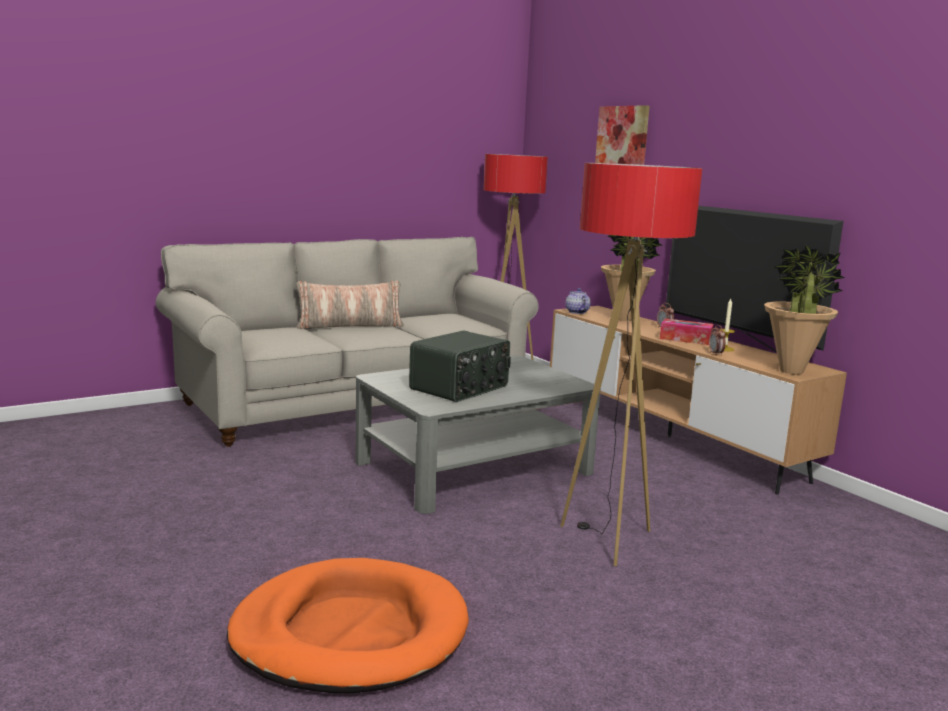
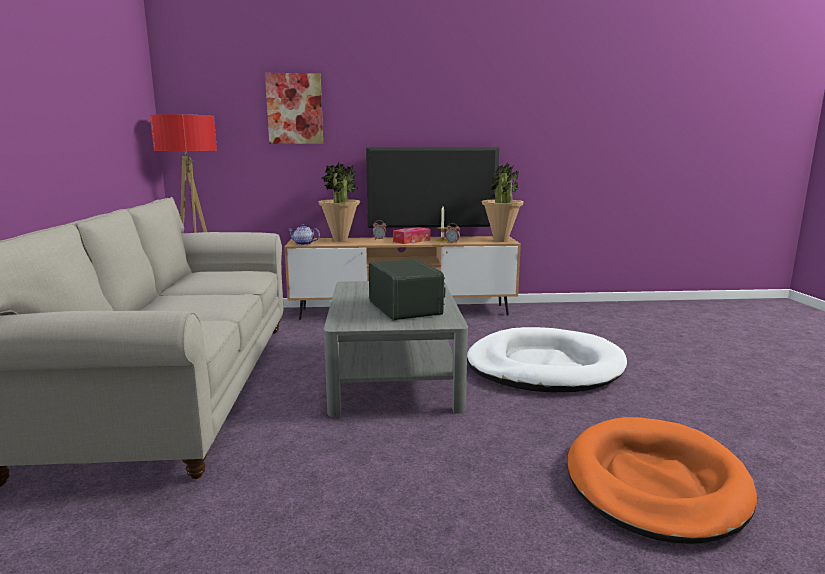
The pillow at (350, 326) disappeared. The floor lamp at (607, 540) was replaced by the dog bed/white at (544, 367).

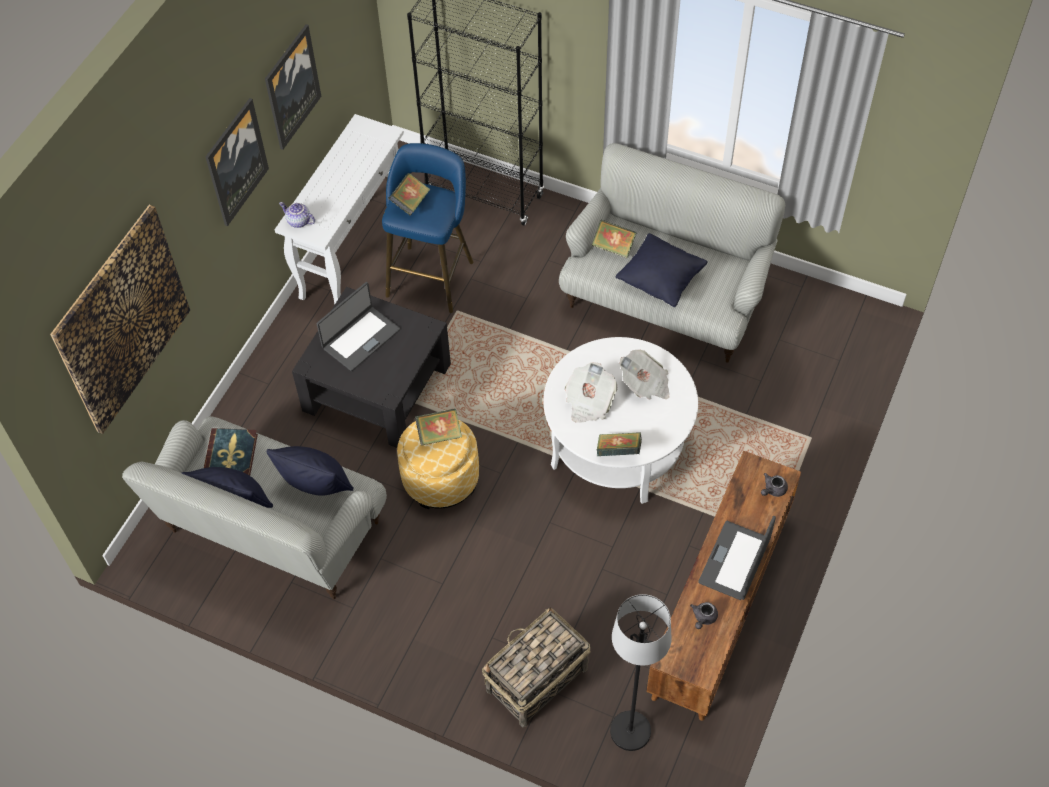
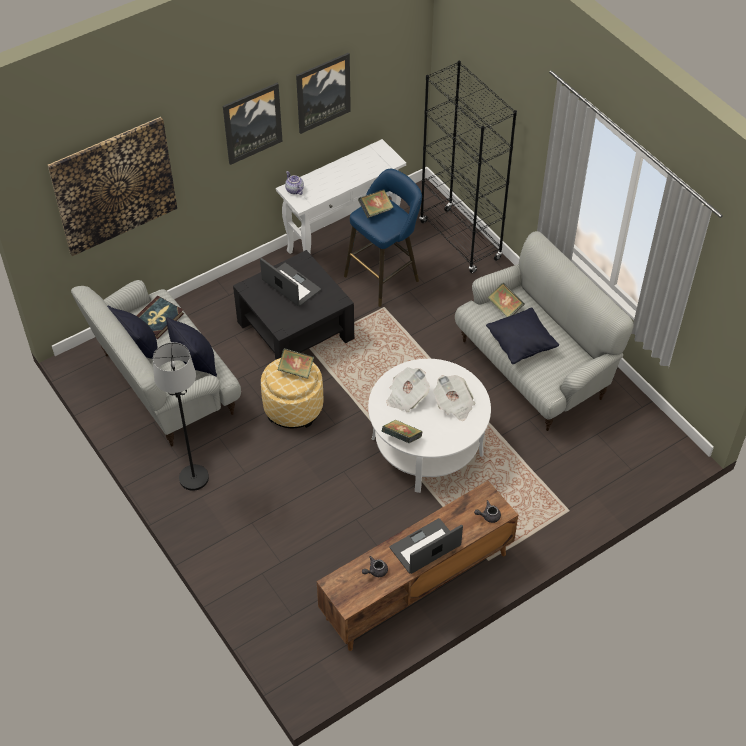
The basket at (536, 680) disappeared. The floor lamp/black moved from (630, 731) to (193, 478). The laptop at (360, 338) turned 120 degrees counterclockwise.

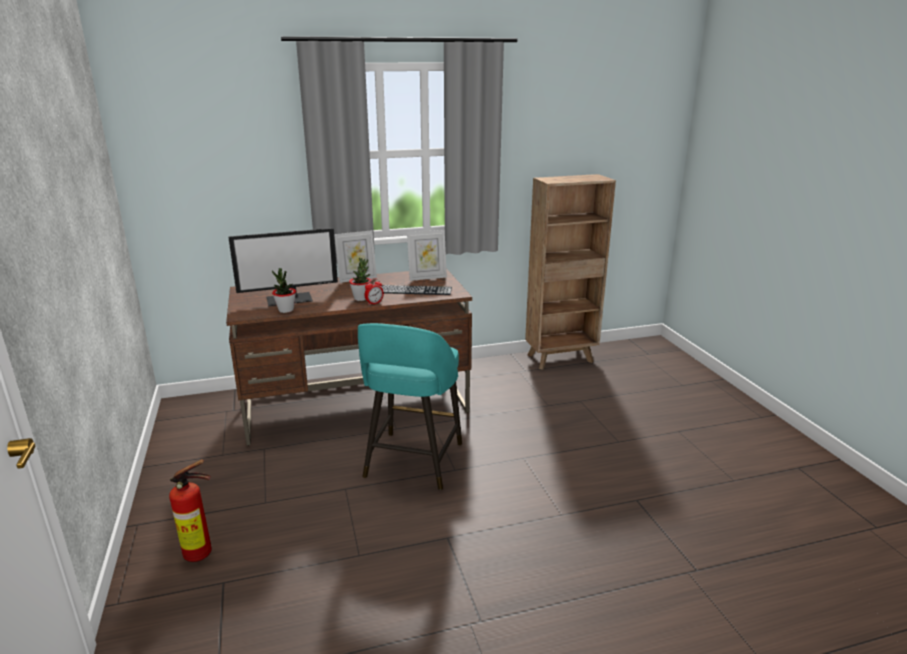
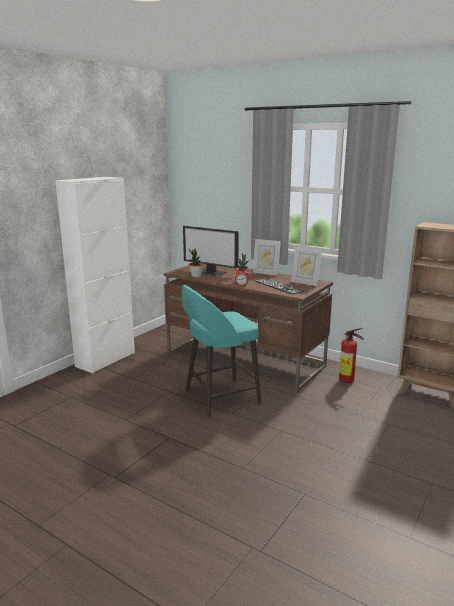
The cabinet/white at (105, 360) appeared. The fire extinguisher moved from (202, 554) to (348, 381).

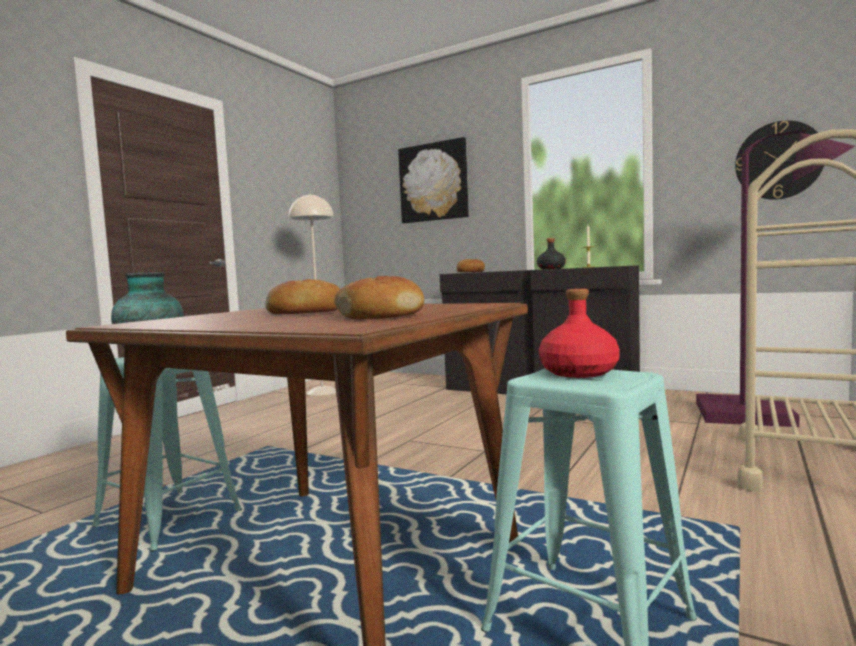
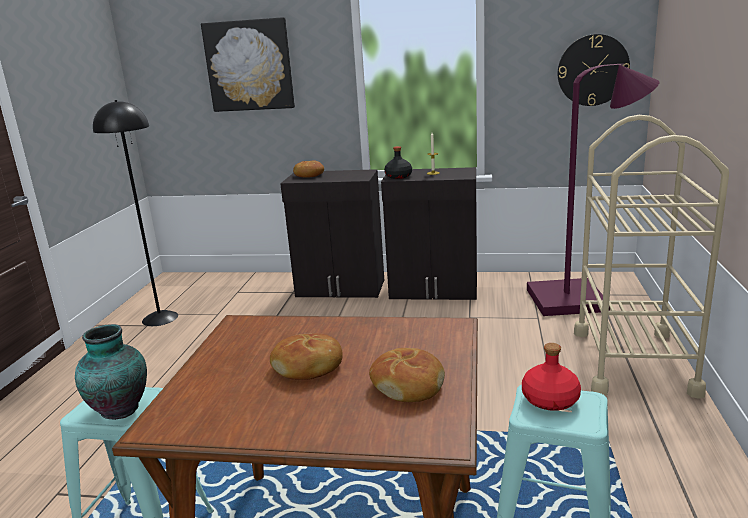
The floor lamp/beige at (322, 392) became the floor lamp/black at (160, 318).

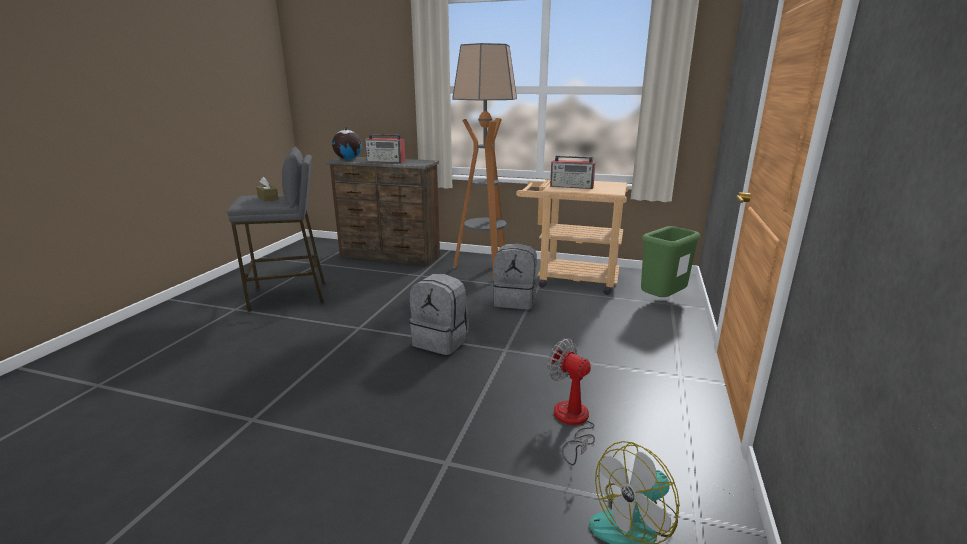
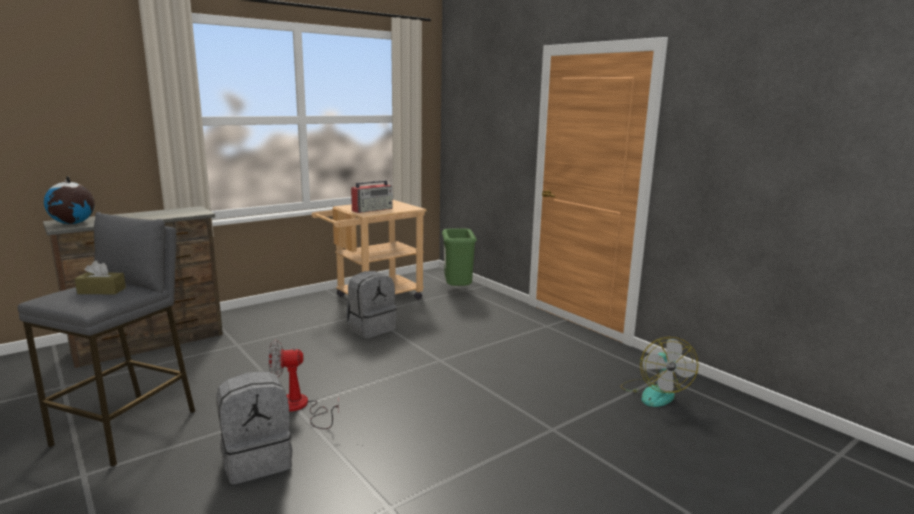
The radio at (386, 161) disappeared. The floor lamp at (485, 269) disappeared. The backpack/grey moved from (441, 341) to (257, 460). The fan moved from (572, 422) to (299, 407).

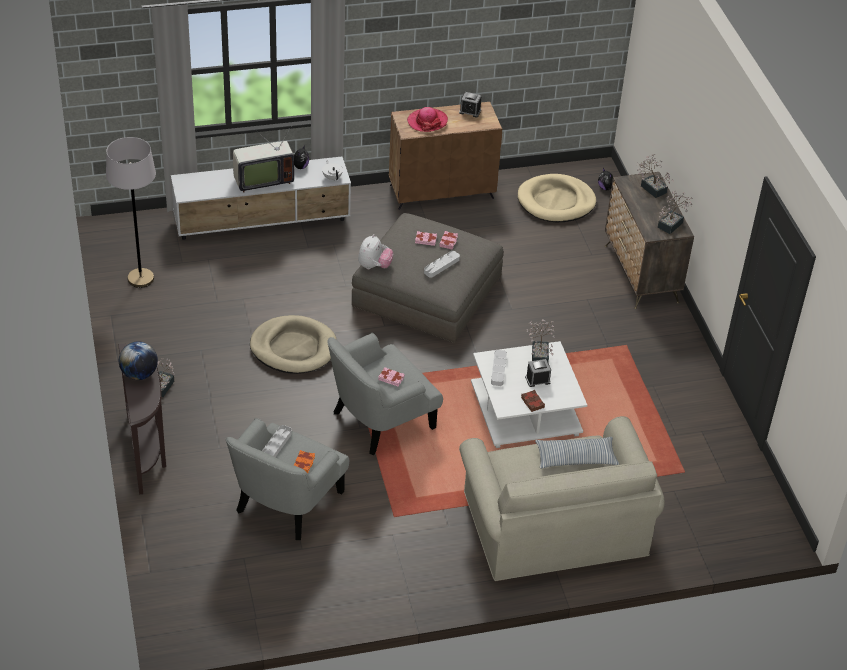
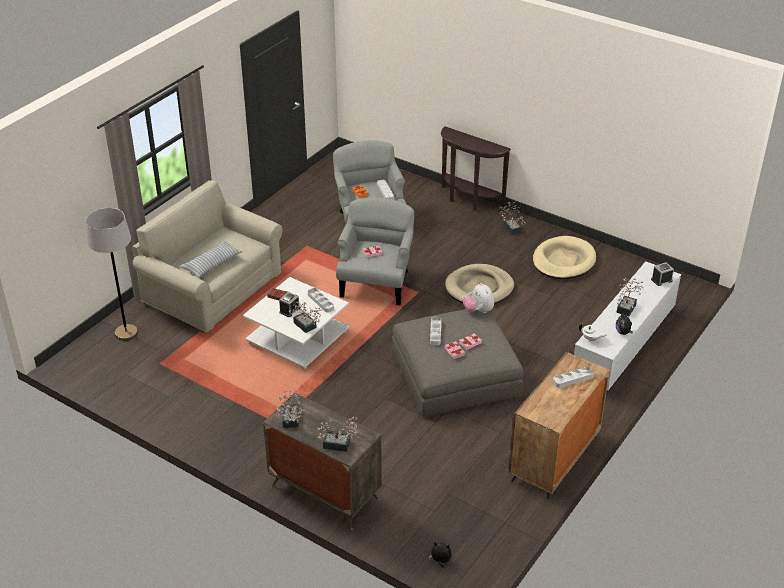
The globe at (139, 374) disappeared. The floor lamp/grey moved from (140, 279) to (126, 333). The alarm clock moved from (470, 111) to (661, 280). The dog bed/beige moved from (556, 202) to (563, 261). The television at (262, 180) was replaced by the potted plant at (627, 307). The hat at (427, 121) was replaced by the tray/grey at (573, 379).

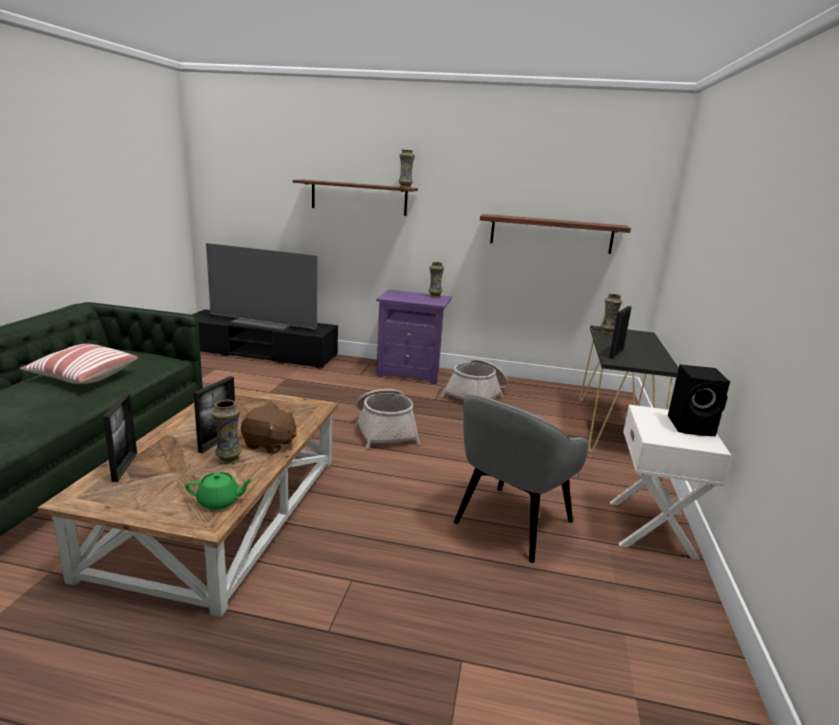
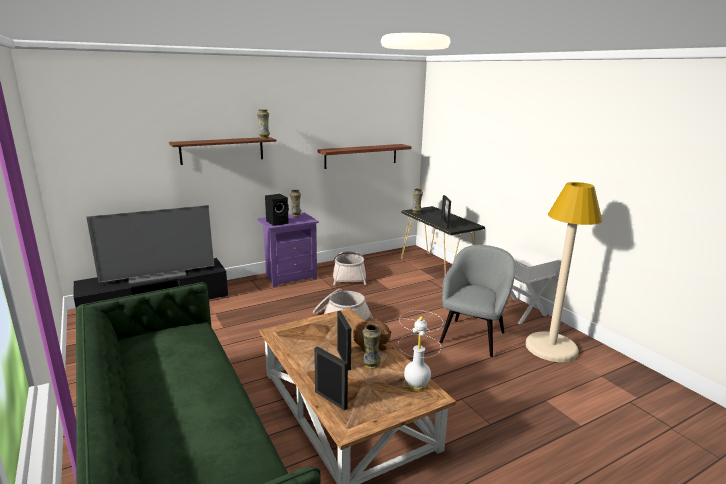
The pillow at (83, 376) disappeared. The floor lamp/beige at (551, 348) appeared. The speaker/black moved from (692, 426) to (278, 222). The teapot/green at (219, 502) was replaced by the table lamp/white at (416, 385). The armchair/grey at (511, 523) turned 150 degrees counterclockwise.

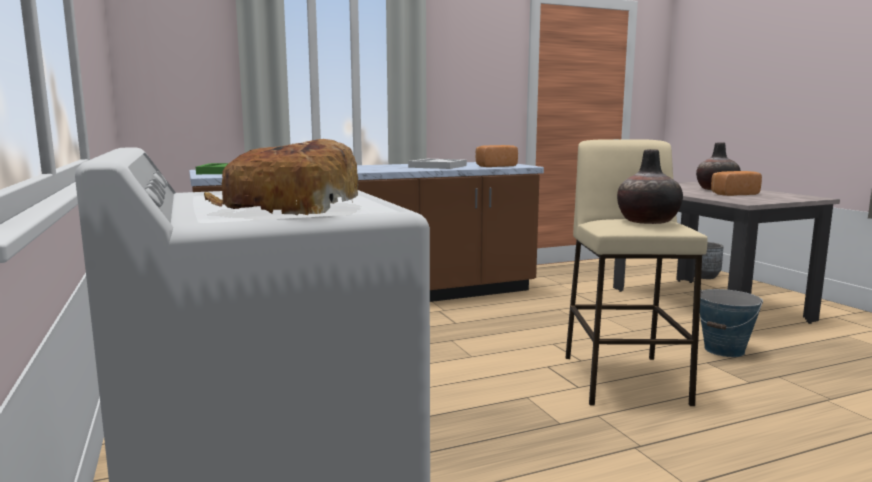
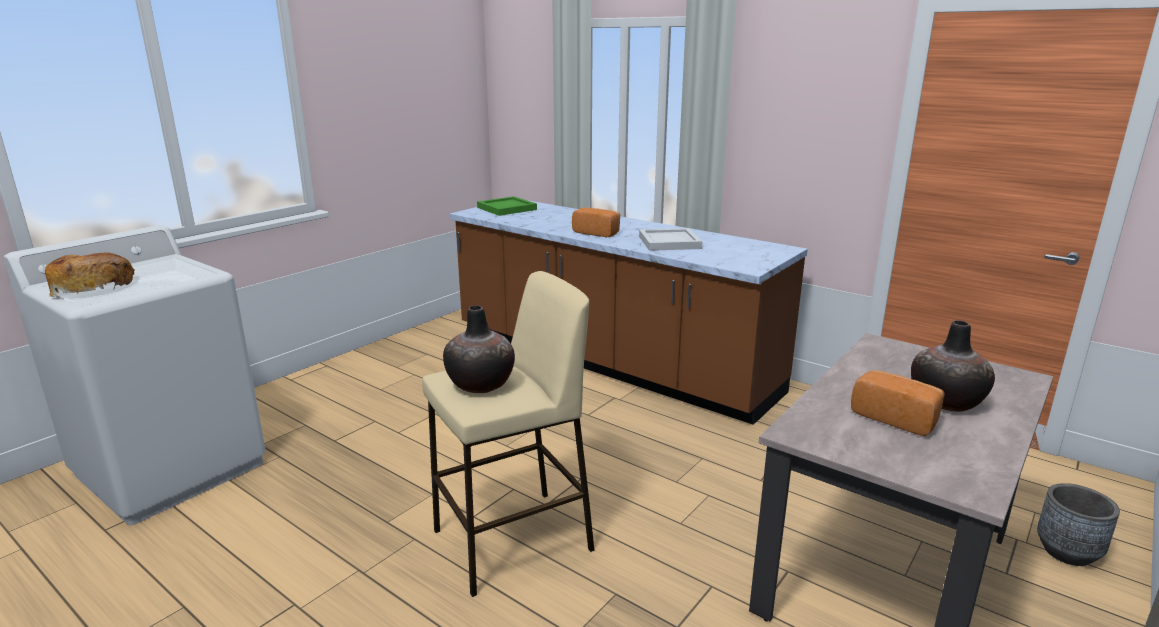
The bucket at (724, 350) disappeared. The bread moved from (494, 166) to (597, 232).

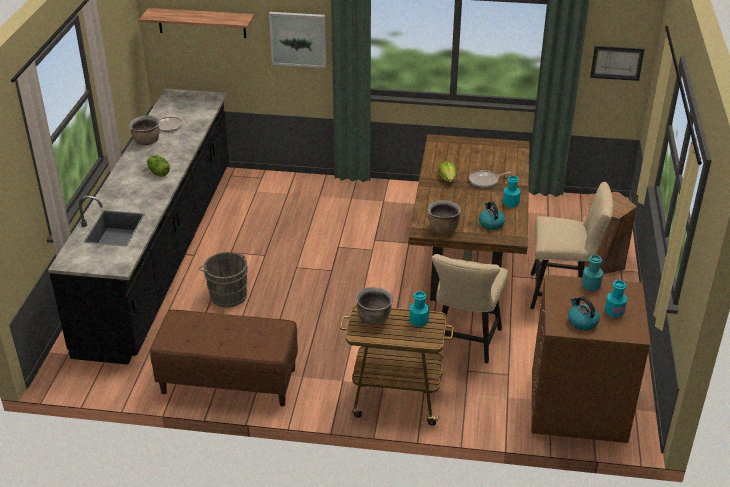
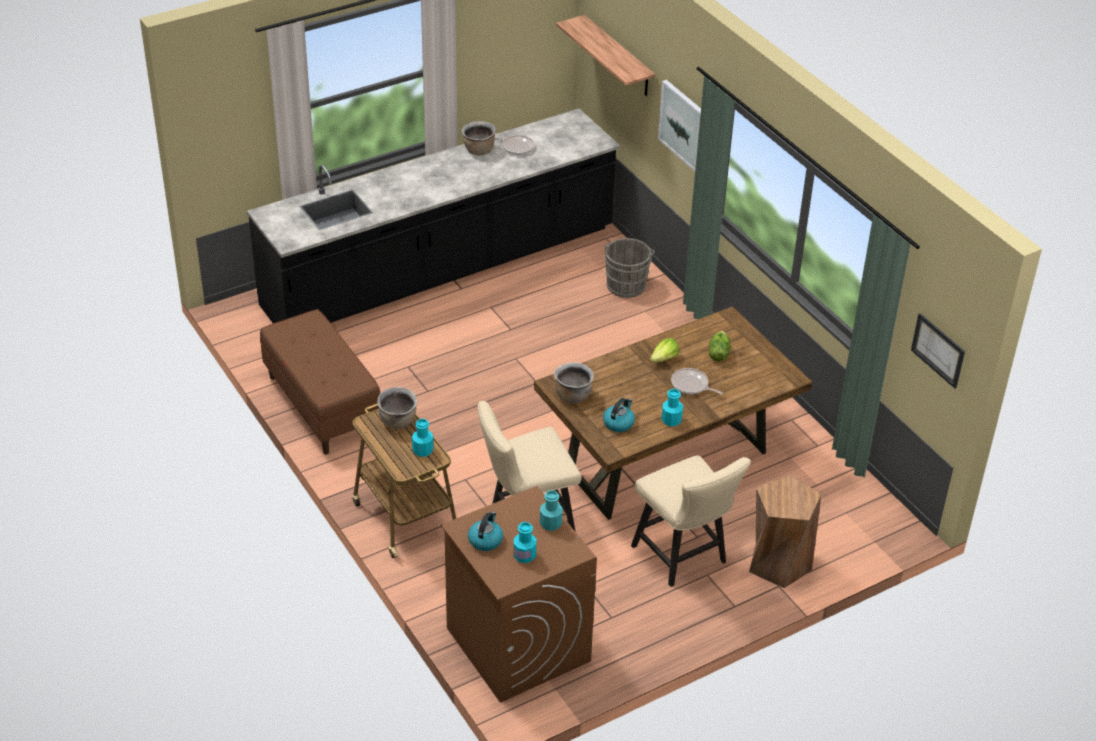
The lettuce moved from (158, 173) to (718, 354). The bucket/grey moved from (227, 295) to (626, 284).

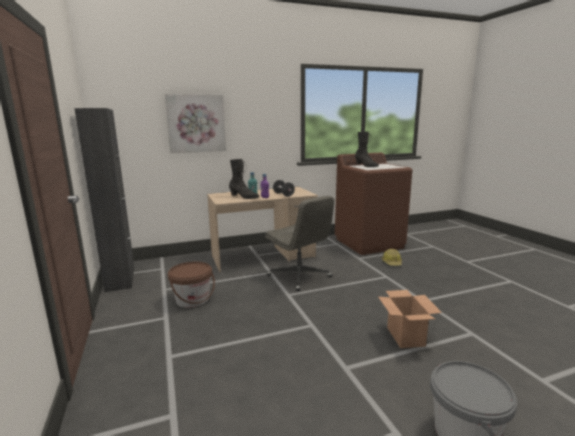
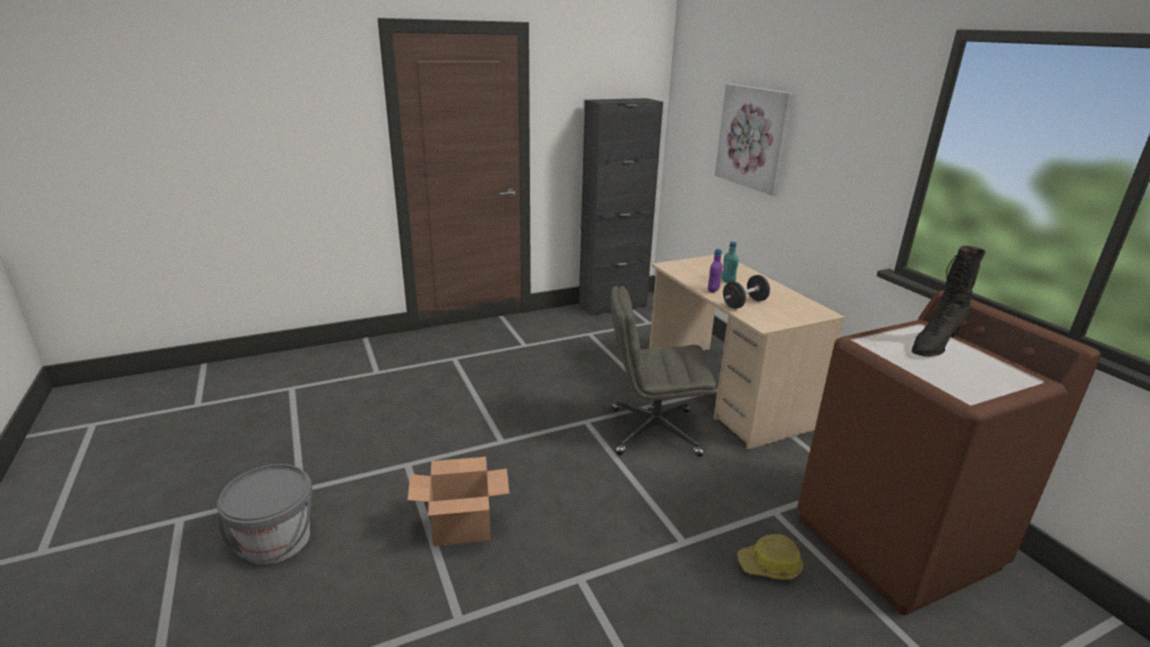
The bucket/brown at (192, 299) disappeared. The boot/black at (244, 197) disappeared. The office chair/grey at (300, 276) turned 45 degrees clockwise.

